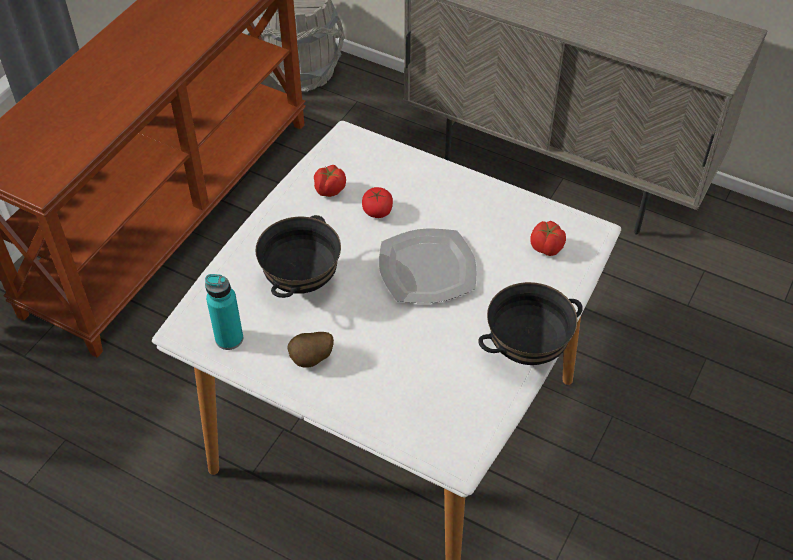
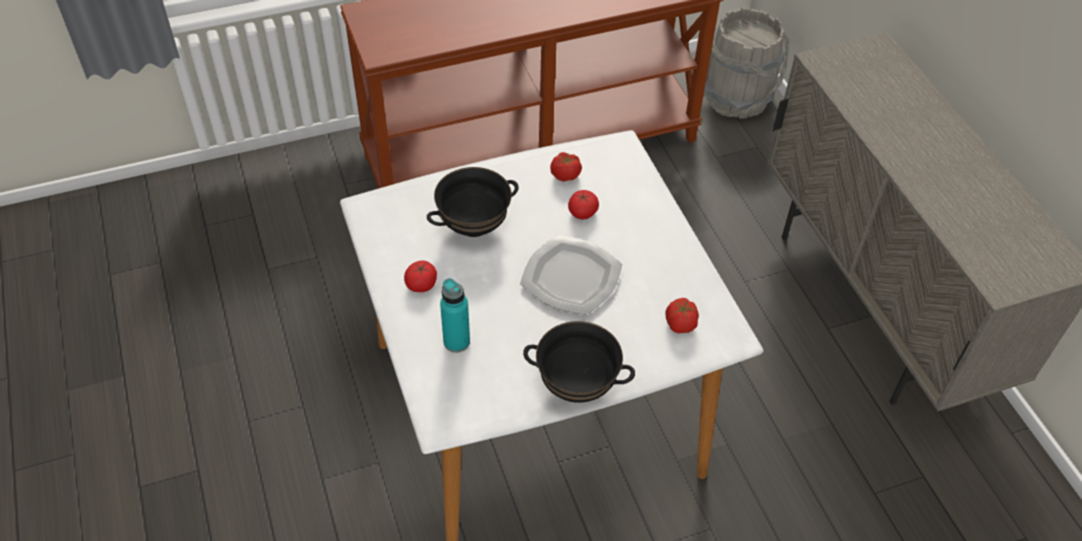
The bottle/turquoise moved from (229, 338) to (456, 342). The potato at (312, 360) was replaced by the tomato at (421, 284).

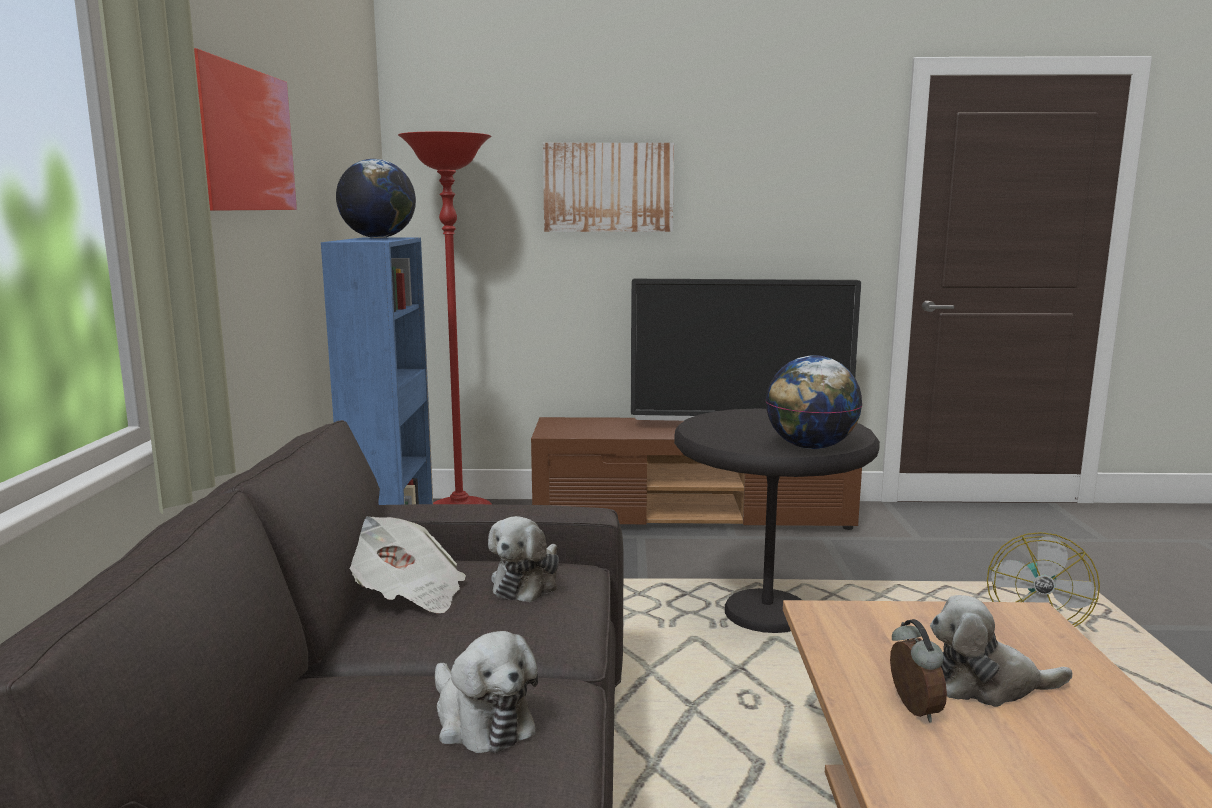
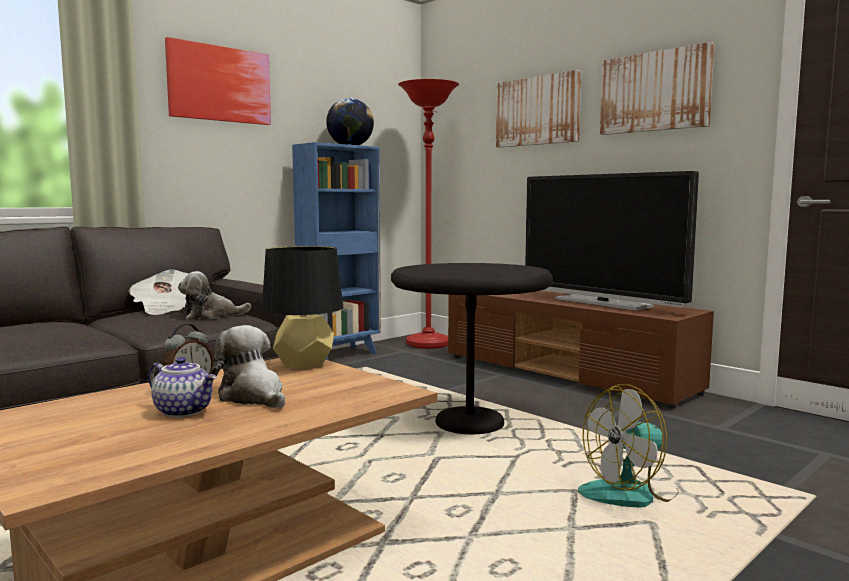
The plush toy at (480, 720) disappeared. The globe at (810, 447) disappeared. The teapot at (185, 411) appeared. The table lamp/black at (304, 365) appeared. The picture at (654, 92) appeared.

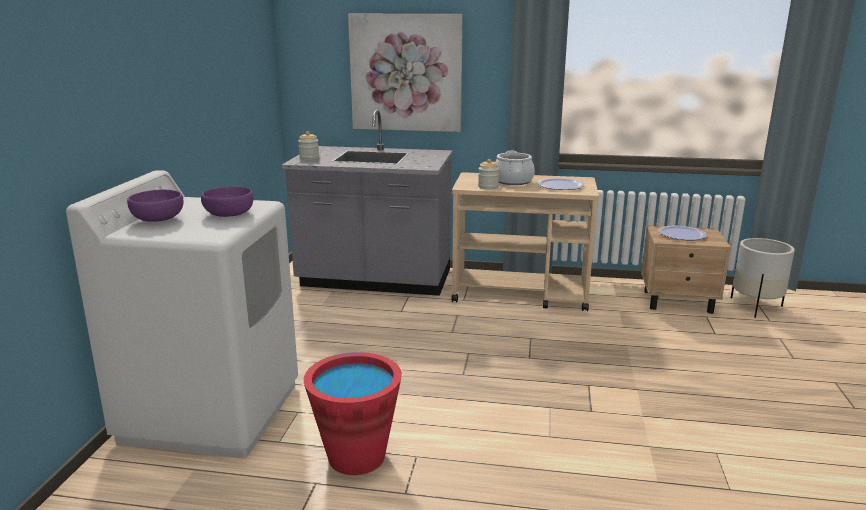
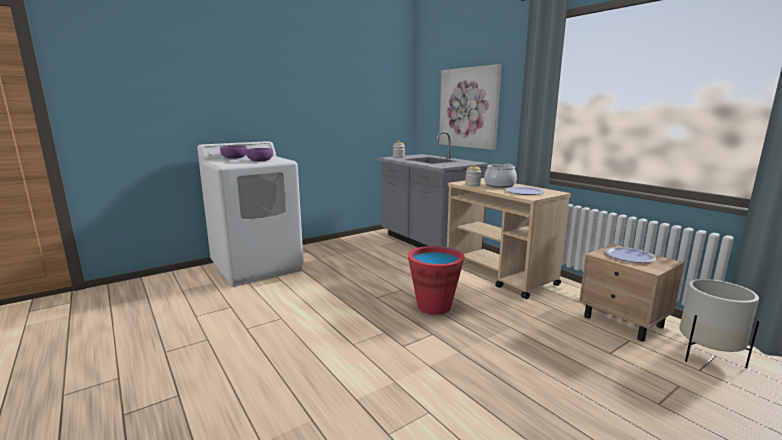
The bucket/red moved from (356, 456) to (434, 306).

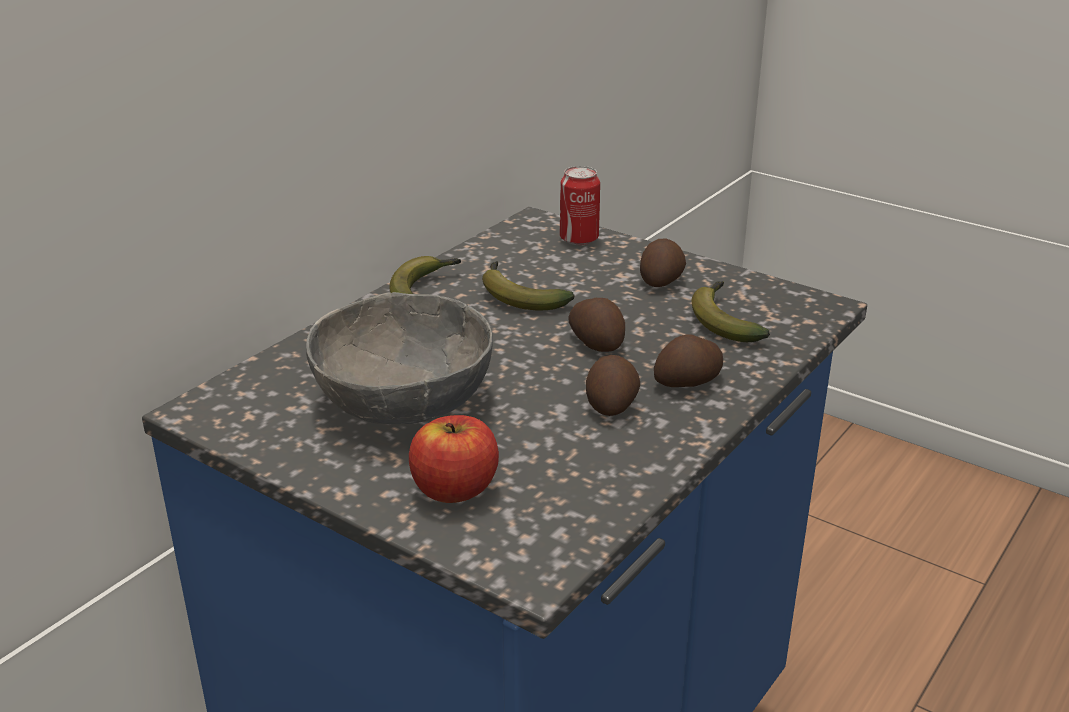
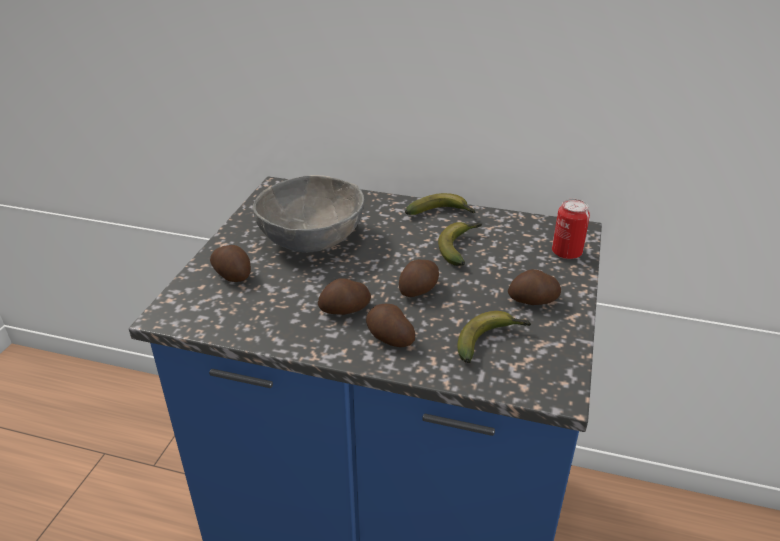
The apple at (454, 489) was replaced by the potato at (233, 274).

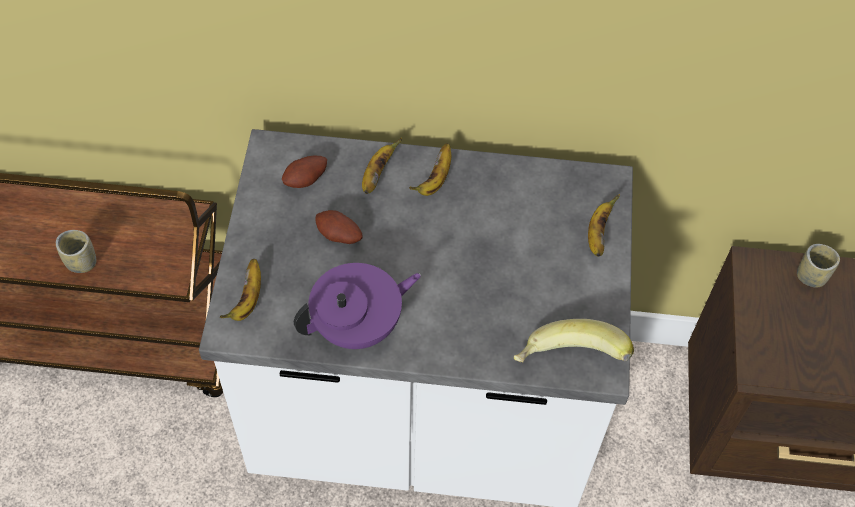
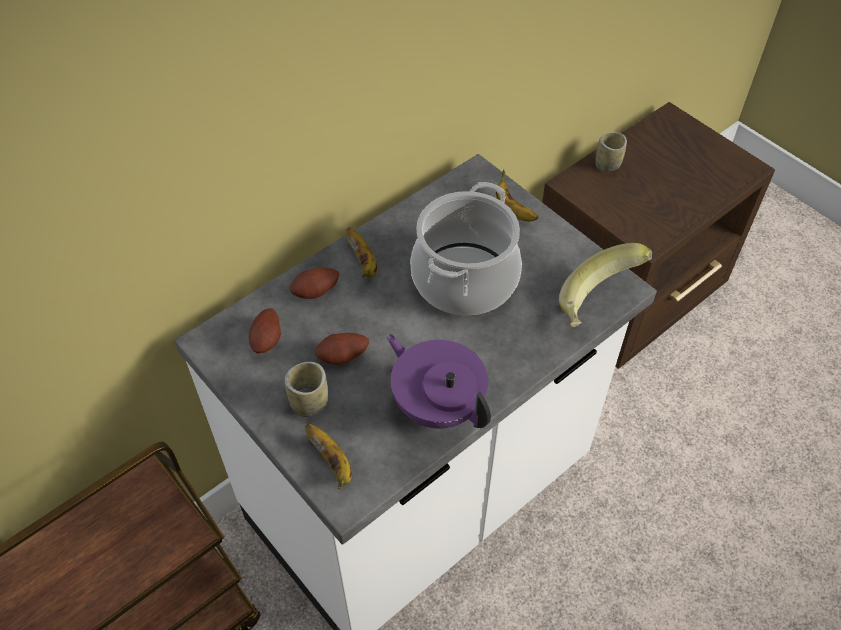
The cooking pot at (464, 279) appeared. The cup moved from (81, 262) to (309, 403). The banana at (377, 174) was replaced by the potato at (316, 292). The teapot/purple at (358, 326) turned 60 degrees counterclockwise.

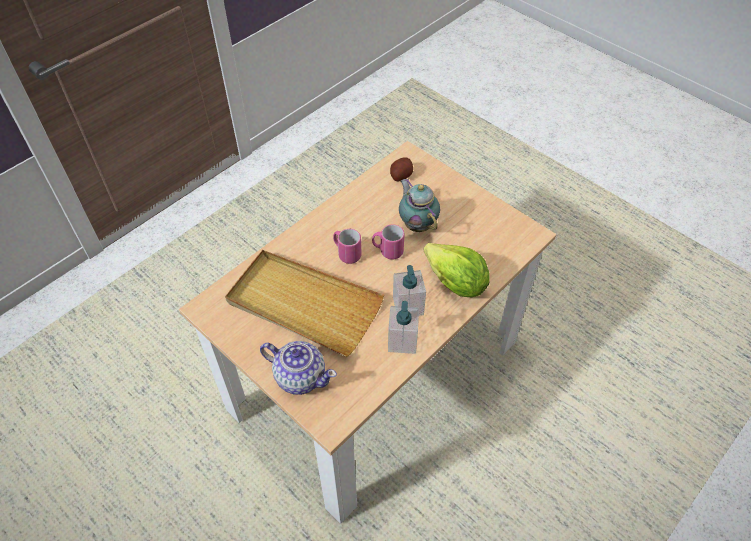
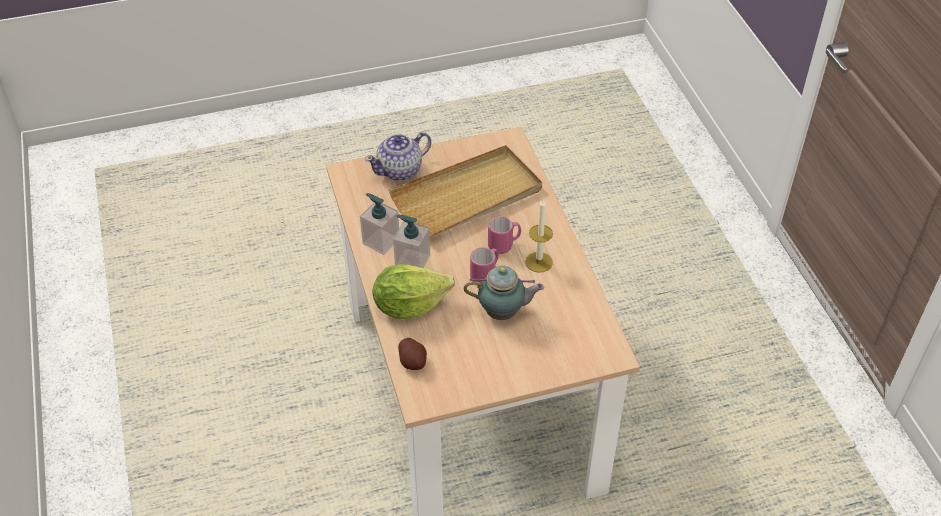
The candle at (539, 262) appeared. The potato moved from (401, 175) to (412, 361).

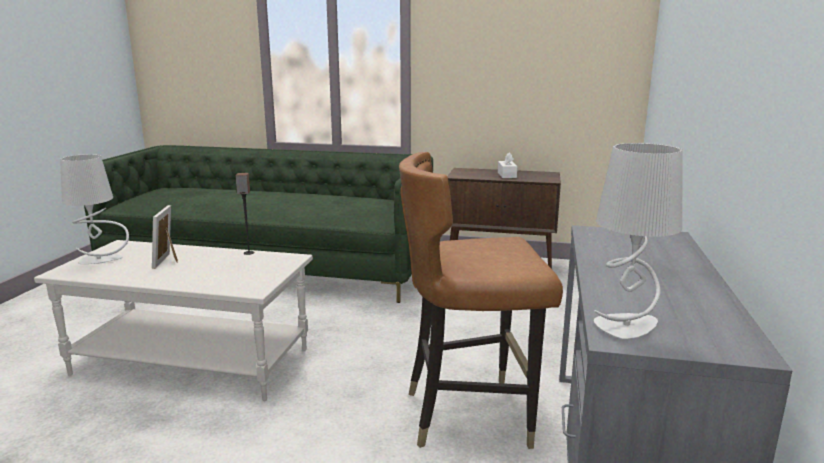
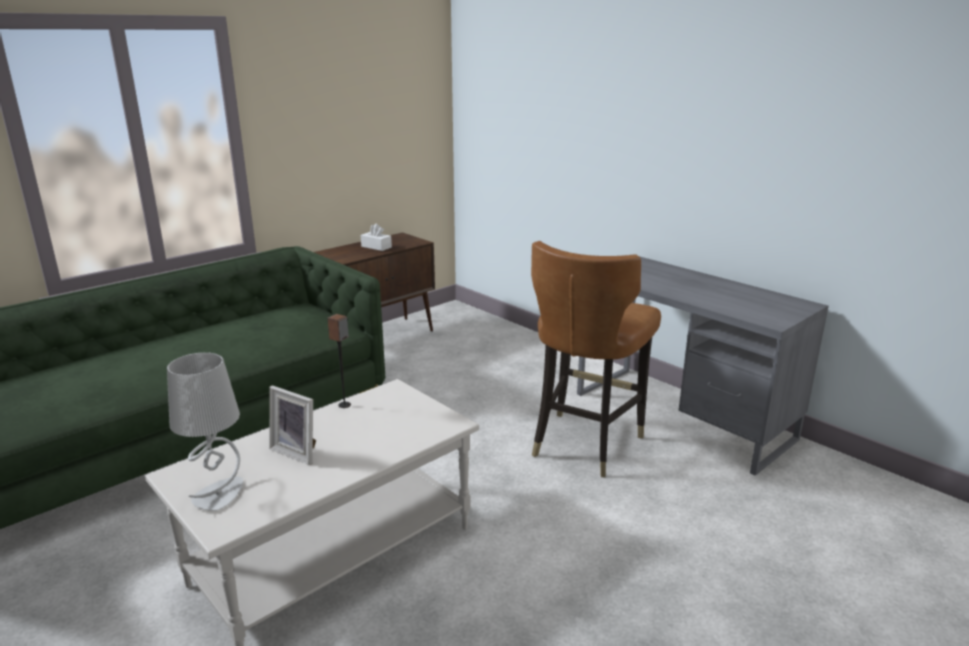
The table lamp/grey at (626, 326) disappeared.

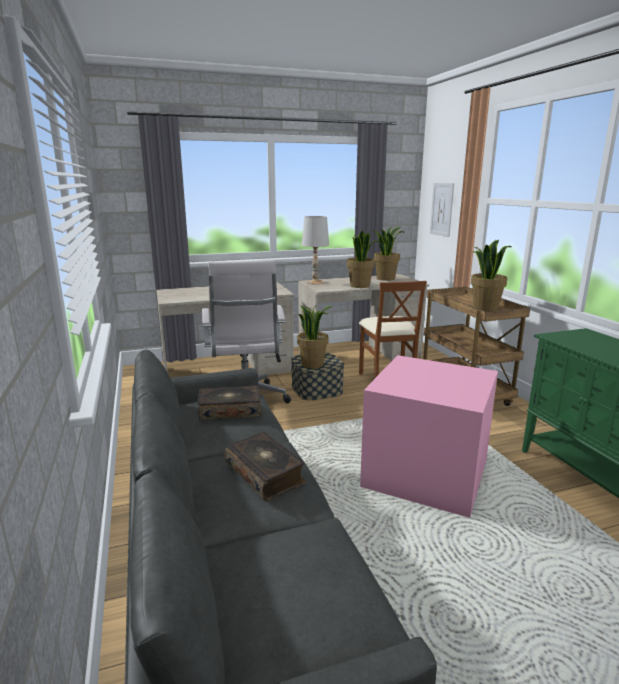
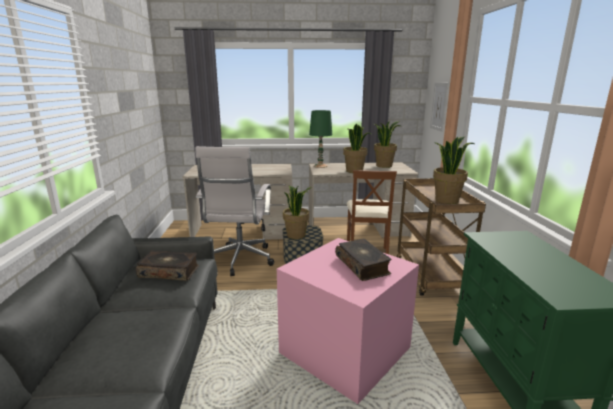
The book moved from (265, 473) to (363, 265). The table lamp/white at (315, 282) became the table lamp/green at (320, 166).

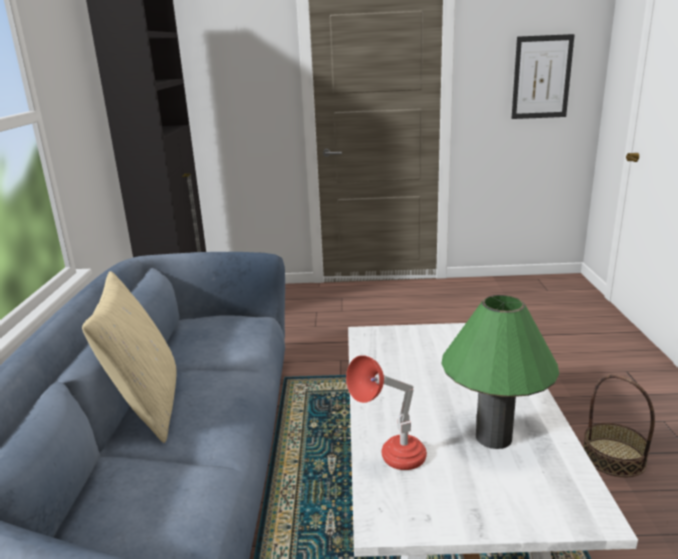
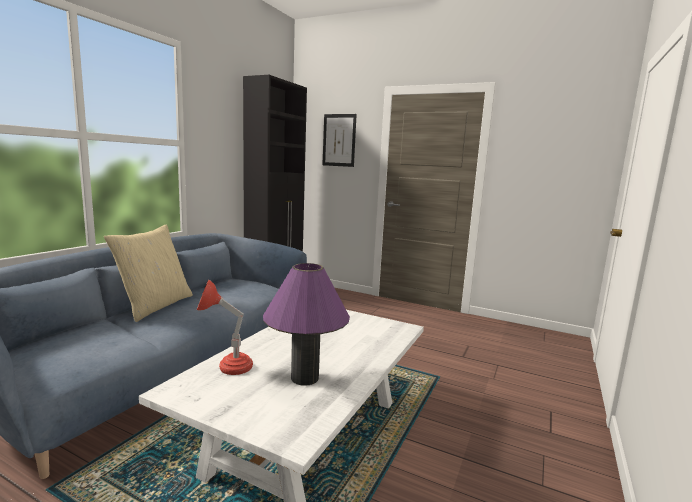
The basket at (614, 457) disappeared. The picture moved from (541, 77) to (339, 140). The table lamp/green at (493, 437) became the table lamp/purple at (304, 378).

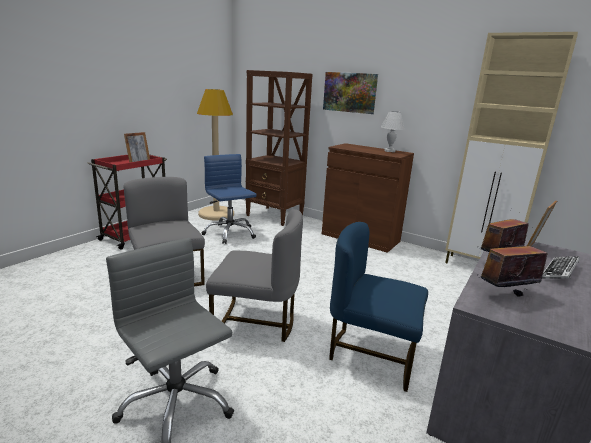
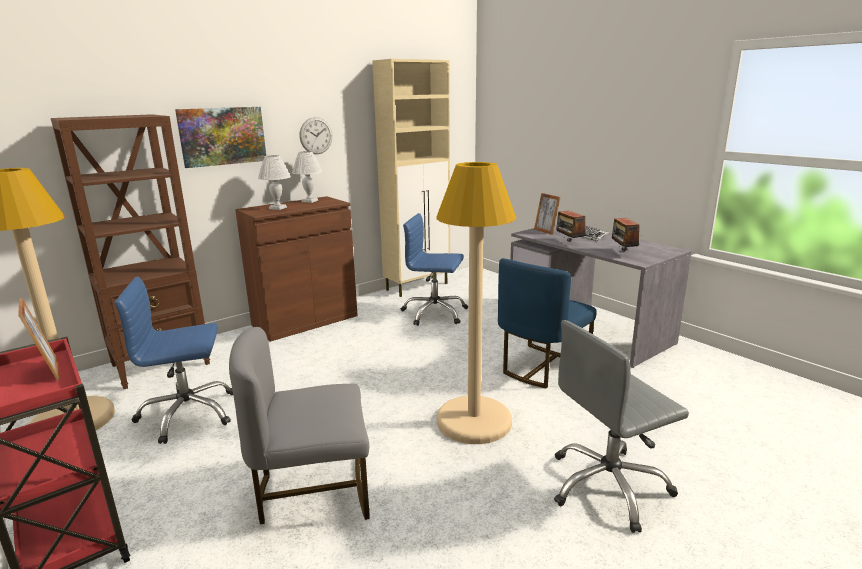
The table lamp/white at (278, 208) appeared. The wall clock at (316, 135) appeared. The office chair/blue at (434, 313) appeared. The chair/grey at (255, 323) was replaced by the floor lamp/beige at (474, 421).

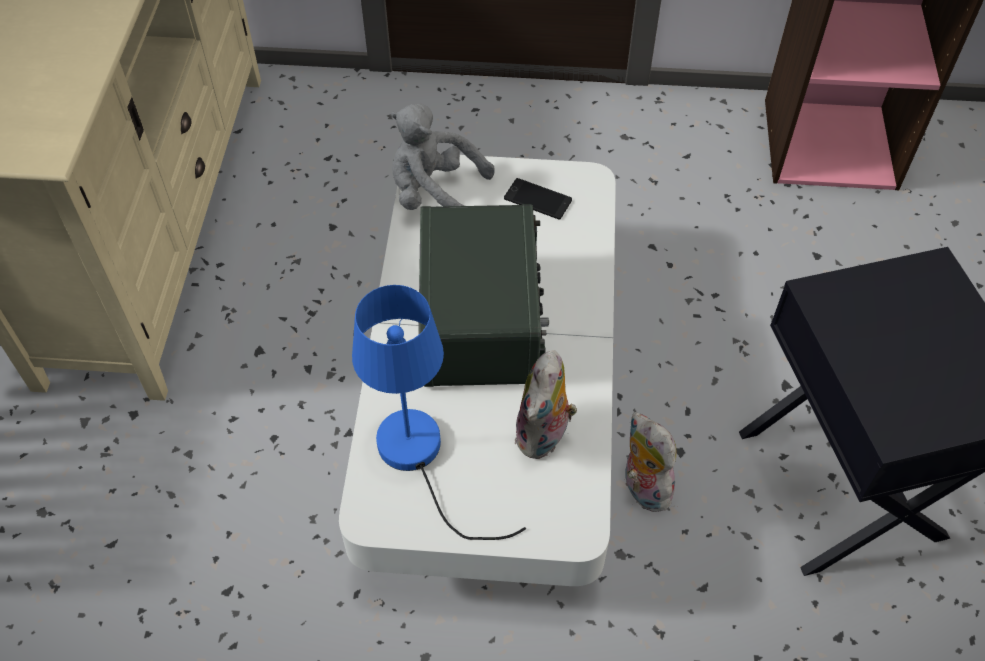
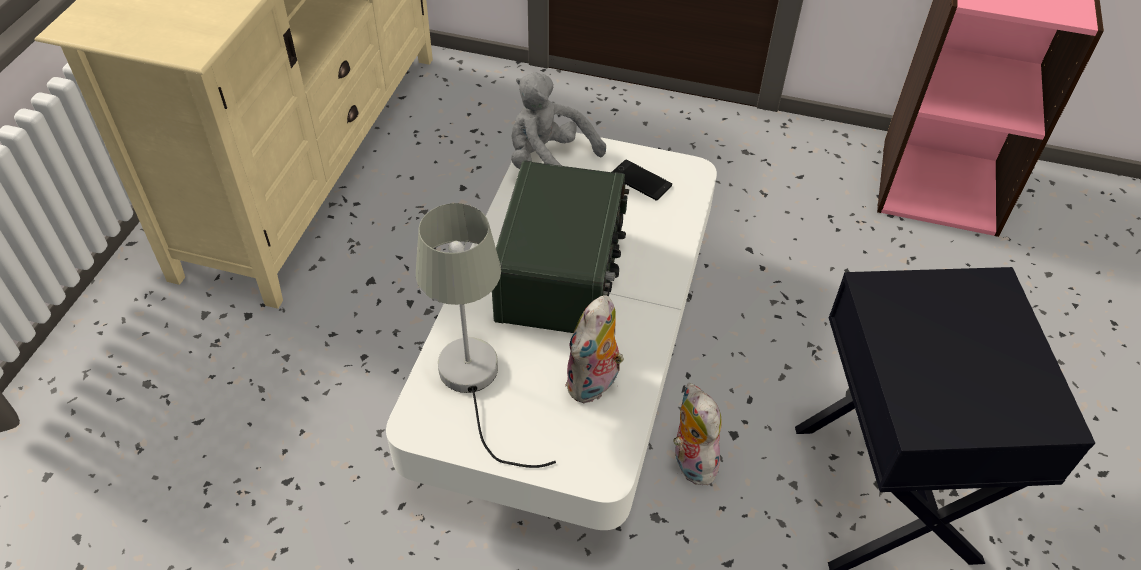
The table lamp/blue at (420, 458) became the table lamp/grey at (475, 383).

